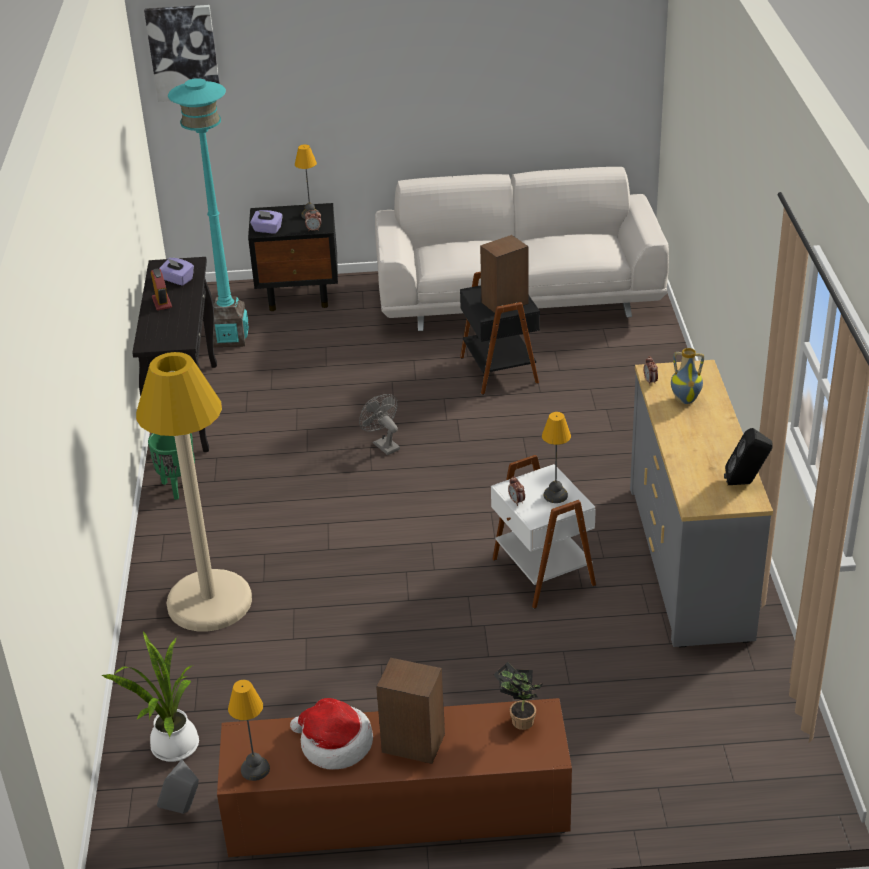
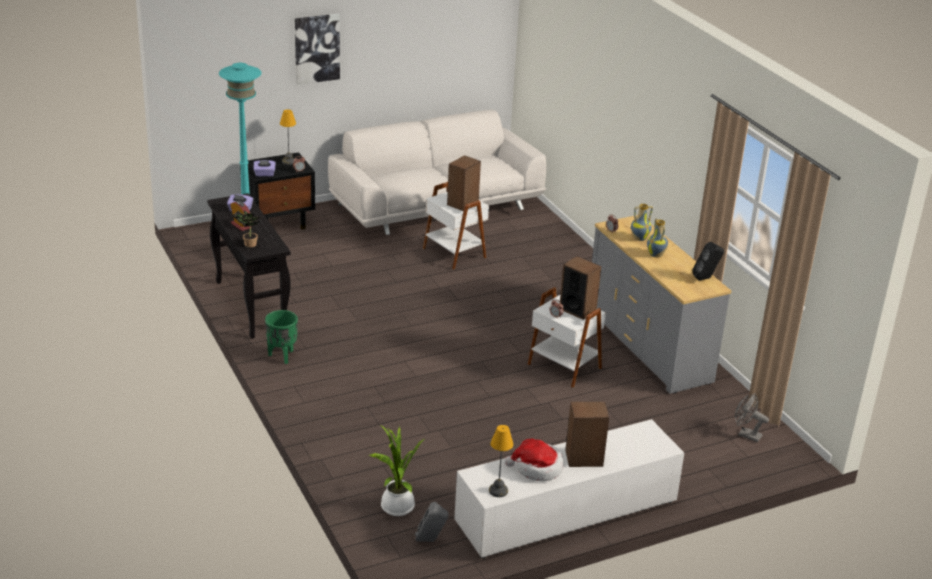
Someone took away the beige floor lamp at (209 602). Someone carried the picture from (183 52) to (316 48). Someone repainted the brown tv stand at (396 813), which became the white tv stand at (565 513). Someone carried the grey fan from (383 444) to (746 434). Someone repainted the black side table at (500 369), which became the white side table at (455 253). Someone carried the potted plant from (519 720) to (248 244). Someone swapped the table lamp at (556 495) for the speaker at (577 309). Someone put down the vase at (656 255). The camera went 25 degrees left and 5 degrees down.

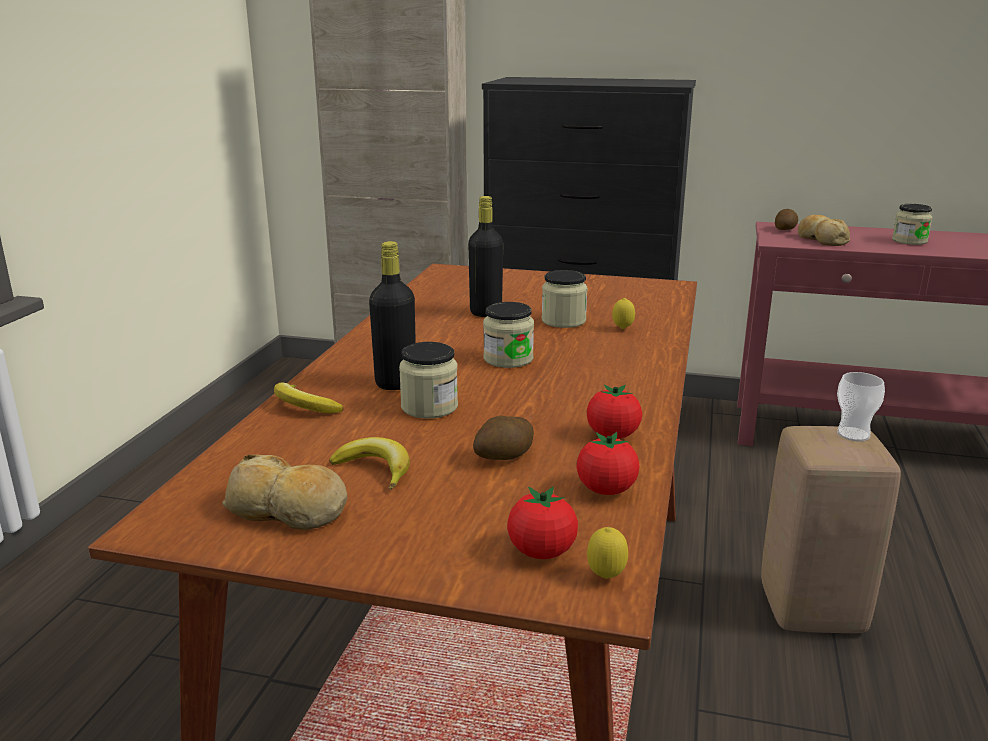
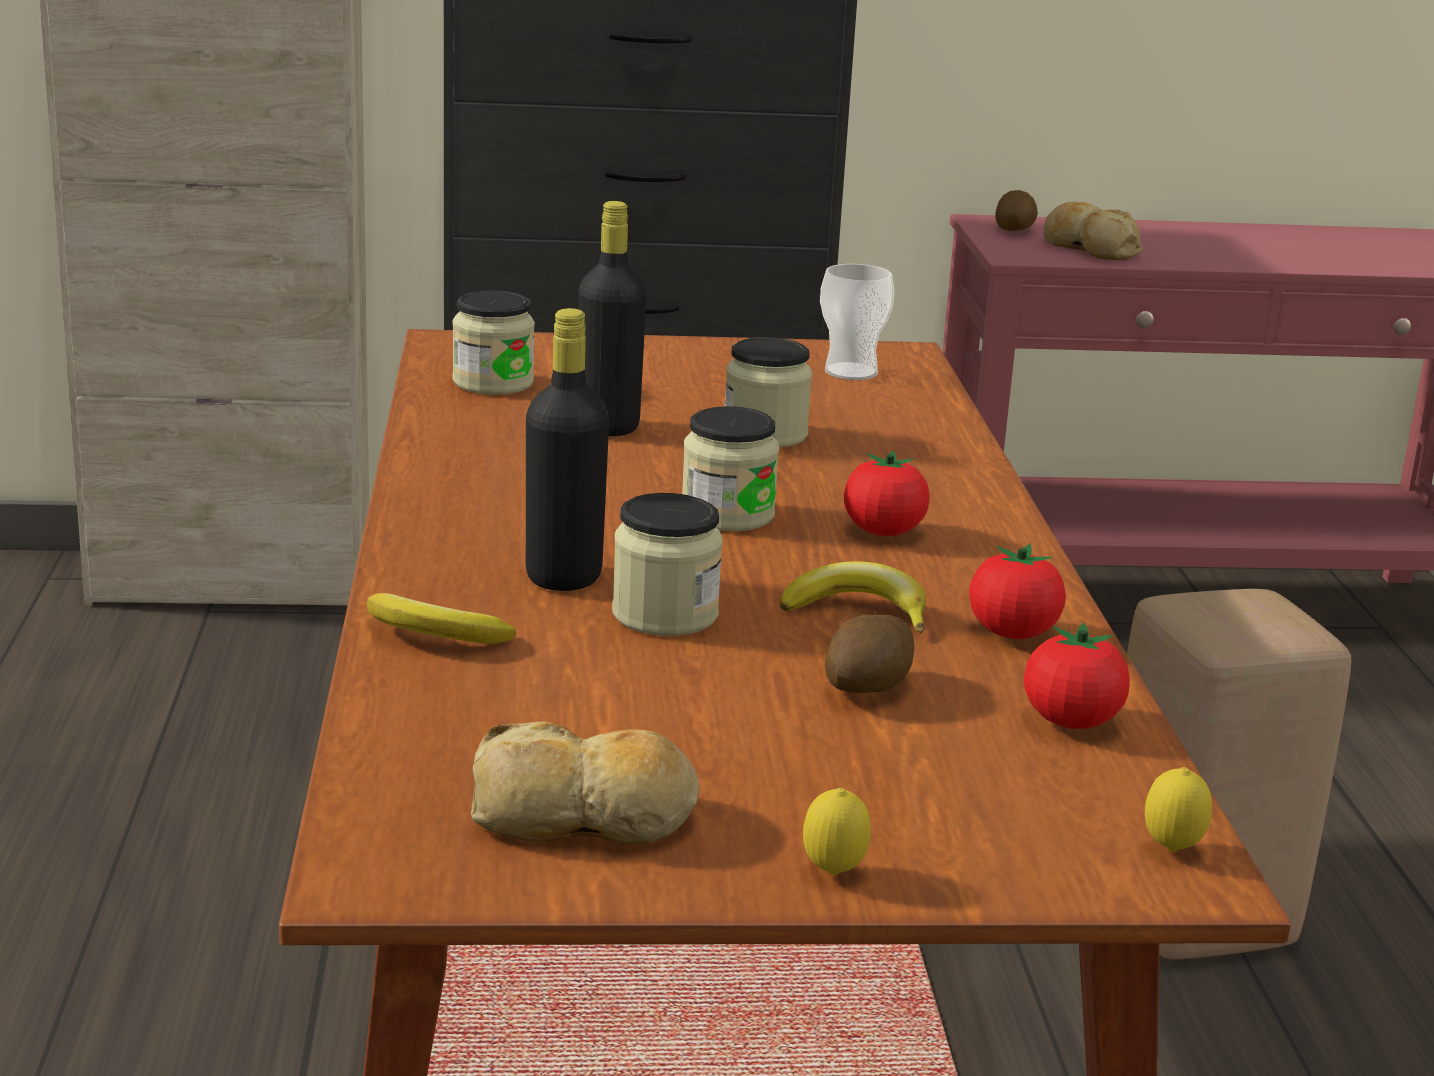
Someone carried the banana from (375 470) to (858 612). Someone carried the tomato from (541 552) to (883 532). Someone carried the lemon from (622 329) to (833 874). Someone carried the cup from (853 434) to (851 372). Someone carried the jar from (909 241) to (493 383). The camera went 20 degrees left and 0 degrees up.

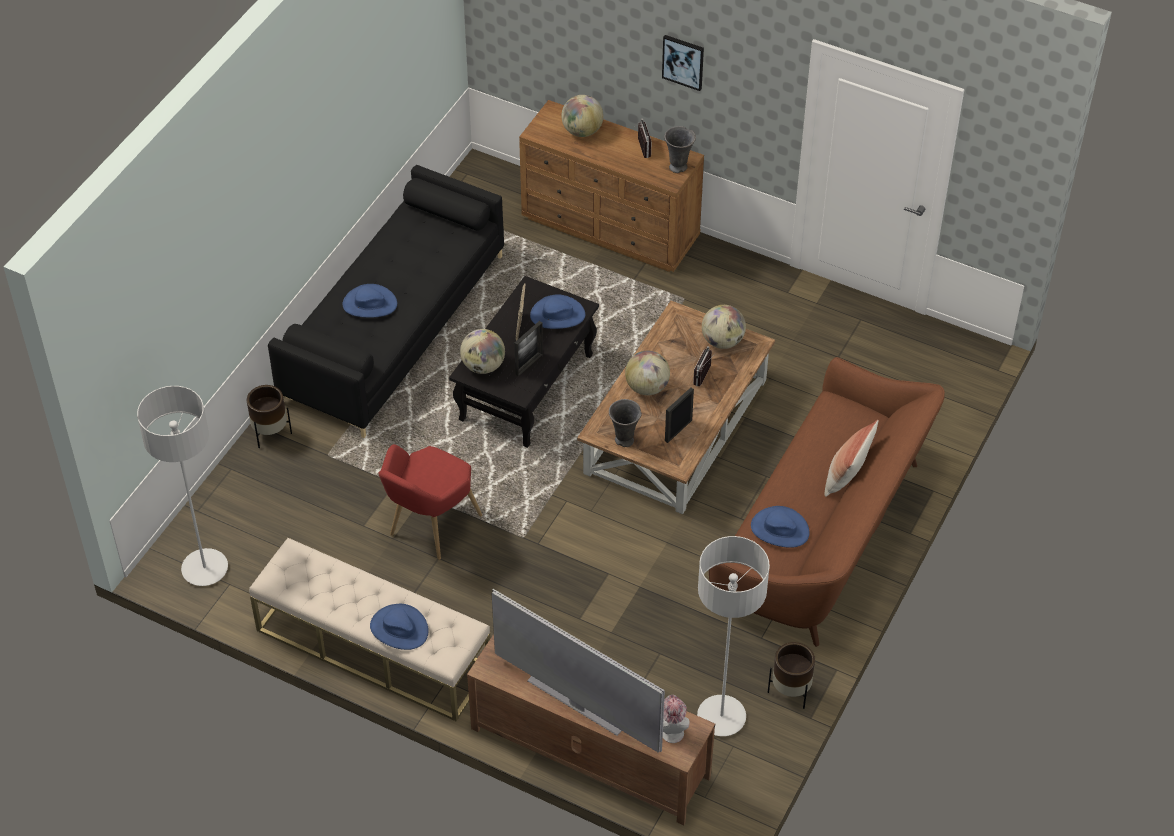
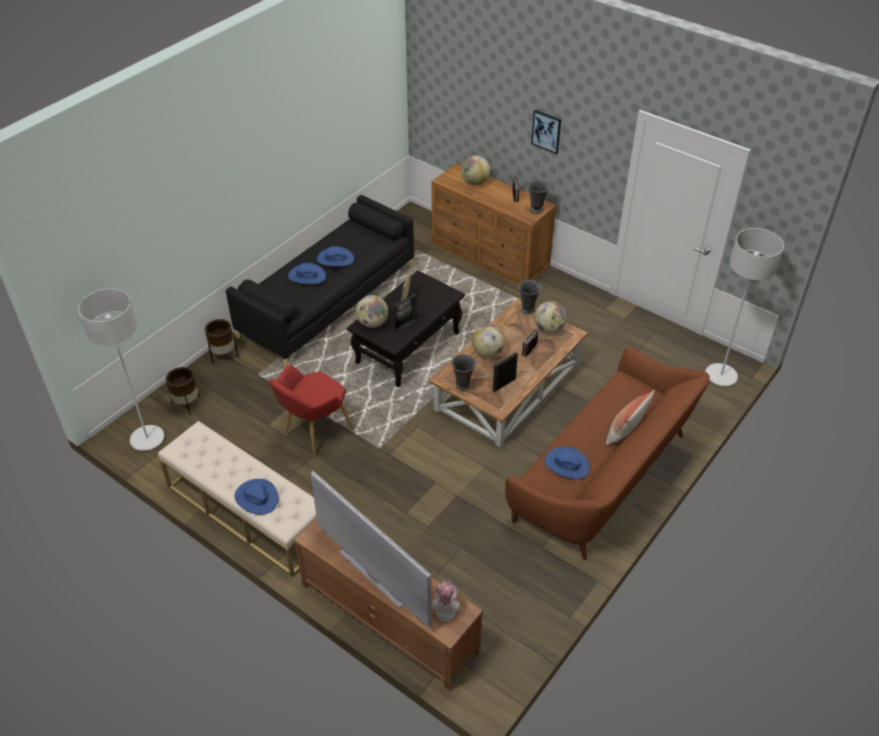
Someone carried the blue hat from (557 315) to (335 259). Someone carried the grey floor lamp from (721 717) to (721 376). Someone carried the brown planter from (790 692) to (187 405). Someone put down the grey vase at (528 310). The camera went 10 degrees right and 5 degrees down.

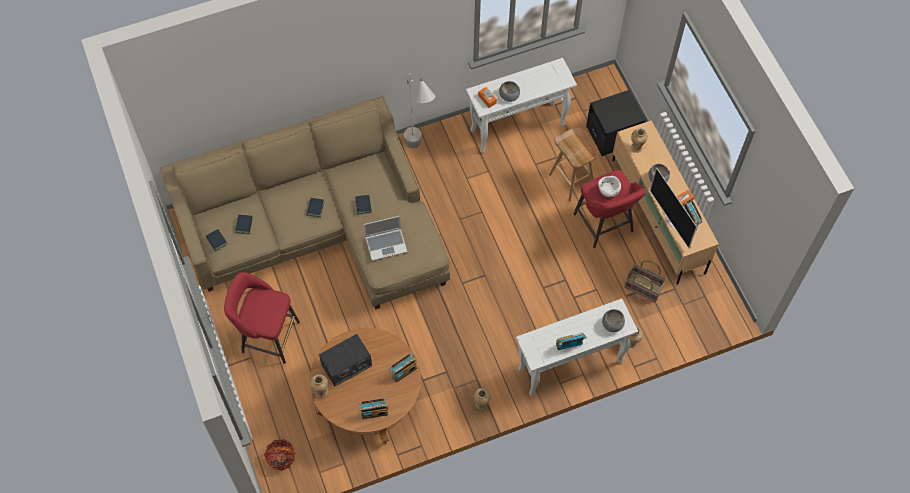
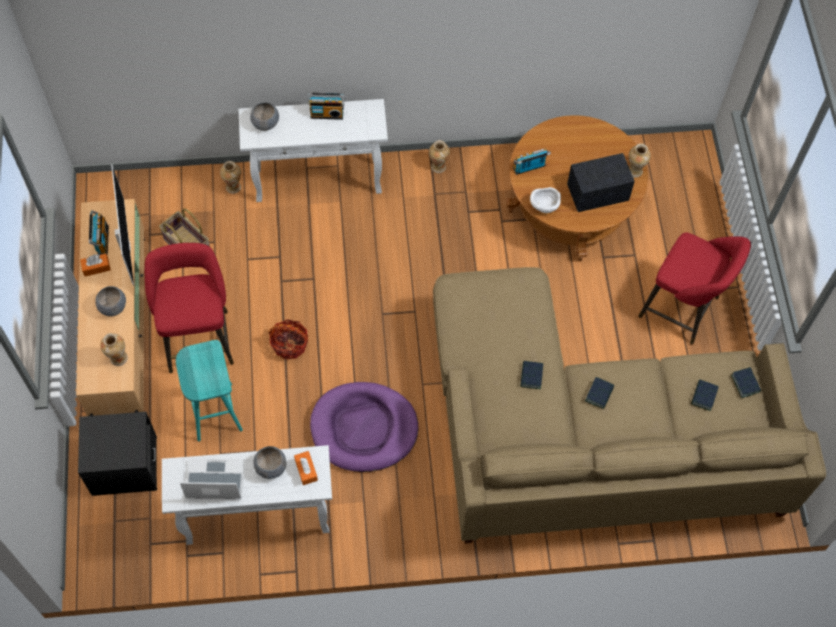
Someone carried the basket from (281 458) to (290 344). Someone took away the radio at (374 412). Someone carried the laptop from (386 244) to (214 481). Someone took away the grey floor lamp at (419 152). Someone repainted the brown stool at (572 181), which became the turquoise stool at (214 411). Someone carried the white bowl from (608 191) to (544 207). Someone put down the purple dog bed at (364 429). The camera went 165 degrees left and 0 degrees up.

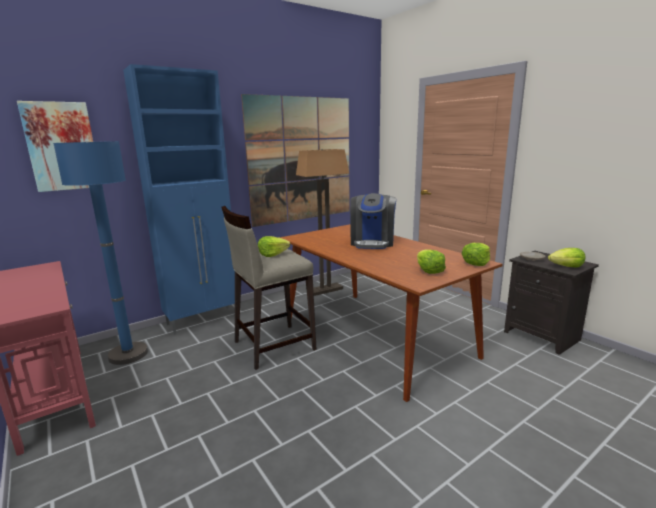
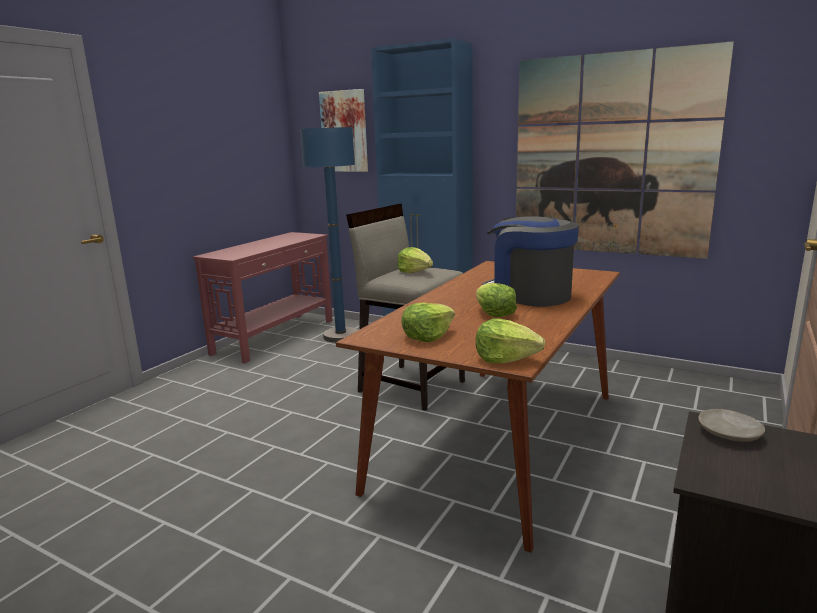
Someone took away the floor lamp at (325 290). Someone rotated the coffee machine at (372 242) by 60 degrees clockwise. Someone carried the lettuce from (566 266) to (494 313). The camera went 65 degrees right and 0 degrees up.

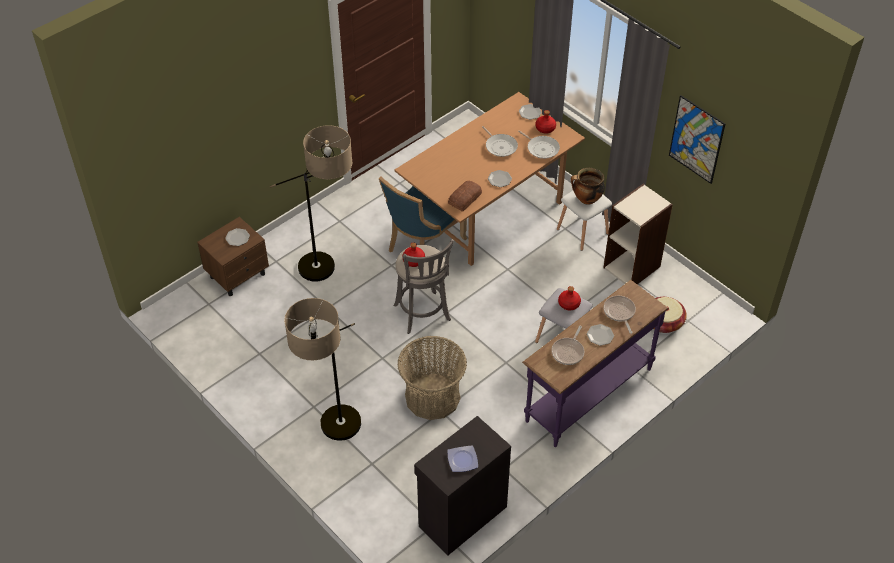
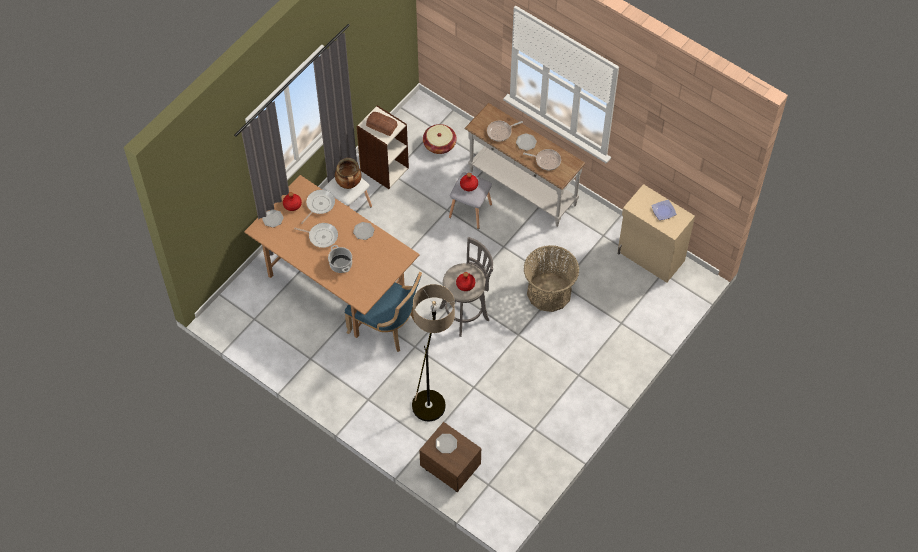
Someone took away the floor lamp at (333 436). Someone repainted the black cabinet at (461 516), which became the beige cabinet at (650 257). Someone carried the bread from (465 199) to (381 125). Someone rotated the frying pan at (500 146) by 60 degrees clockwise. Someone repainted the purple console table at (587 394), which became the white console table at (522 189). Someone took away the picture at (696 139). Someone put down the cooking pot at (341 264). The camera went 100 degrees left and 10 degrees up.

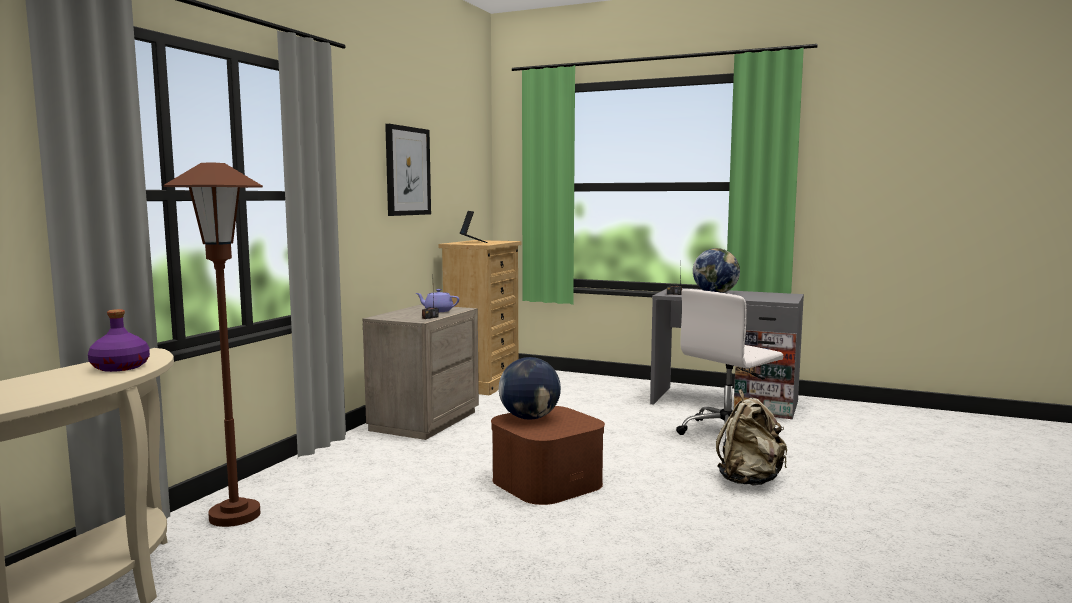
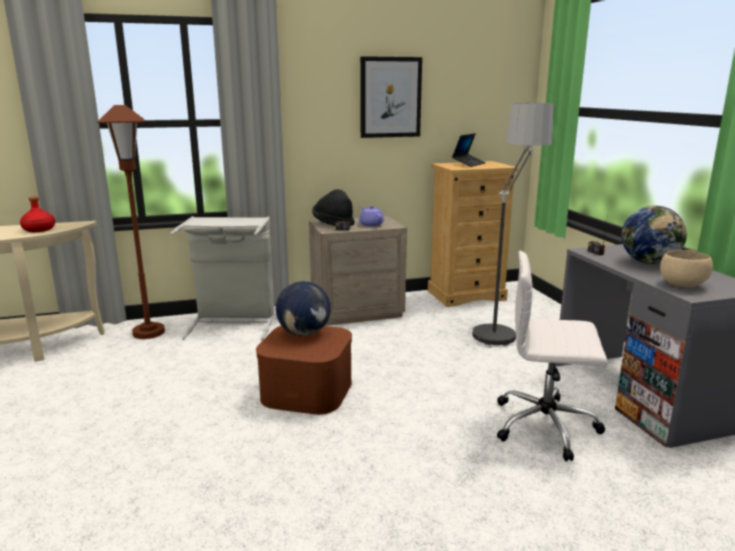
Someone repainted the purple bottle at (121 367), which became the red bottle at (39 230). Someone took away the beige backpack at (749 480). Someone put down the grey laundry basket at (233 323). Someone put down the black hat at (333 223). Someone put down the floor lamp at (502 325). Someone put down the beige bowl at (681 285). The camera went 50 degrees right and 10 degrees up.

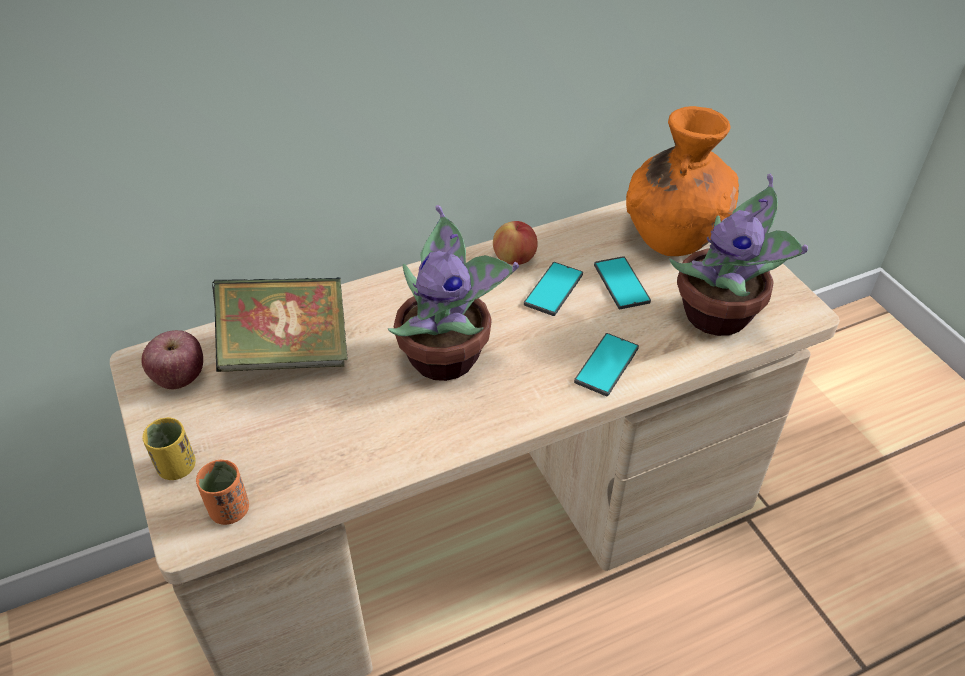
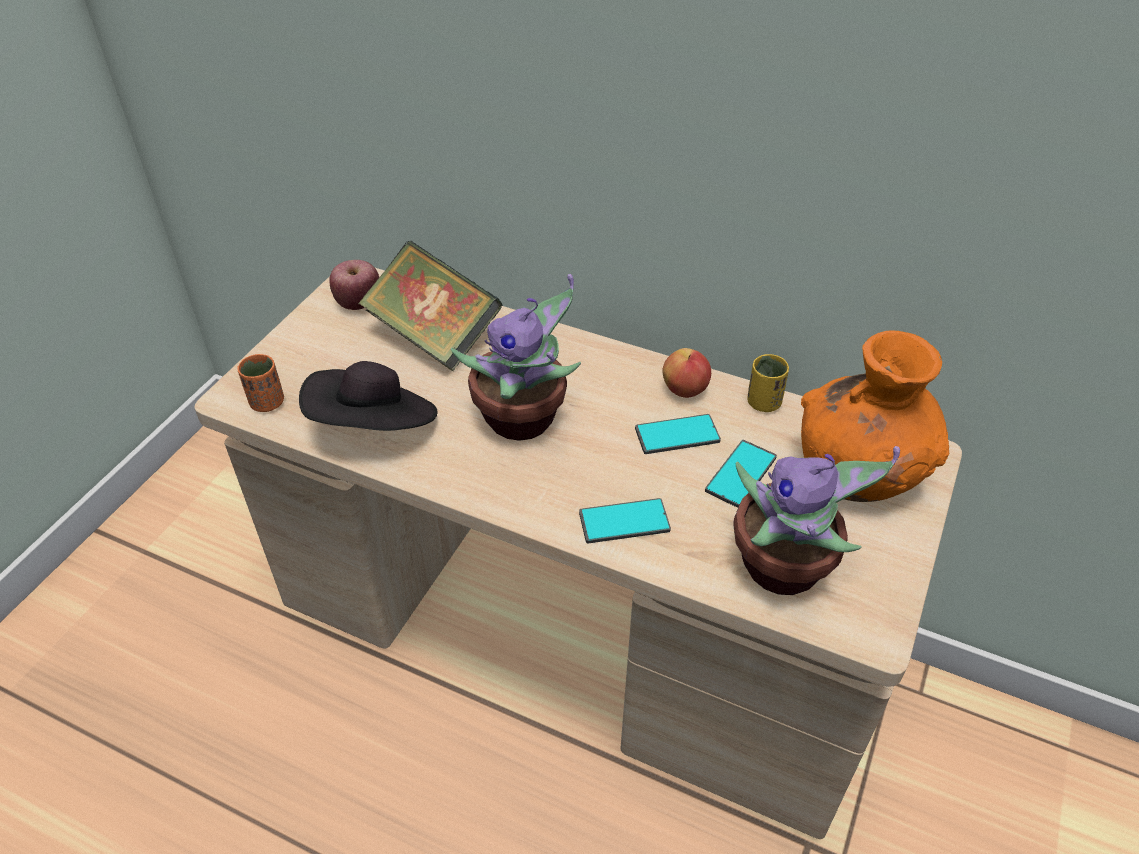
Someone carried the yellow cup from (177 467) to (763 403). Someone put down the black hat at (374 426). The camera went 50 degrees right and 0 degrees up.

